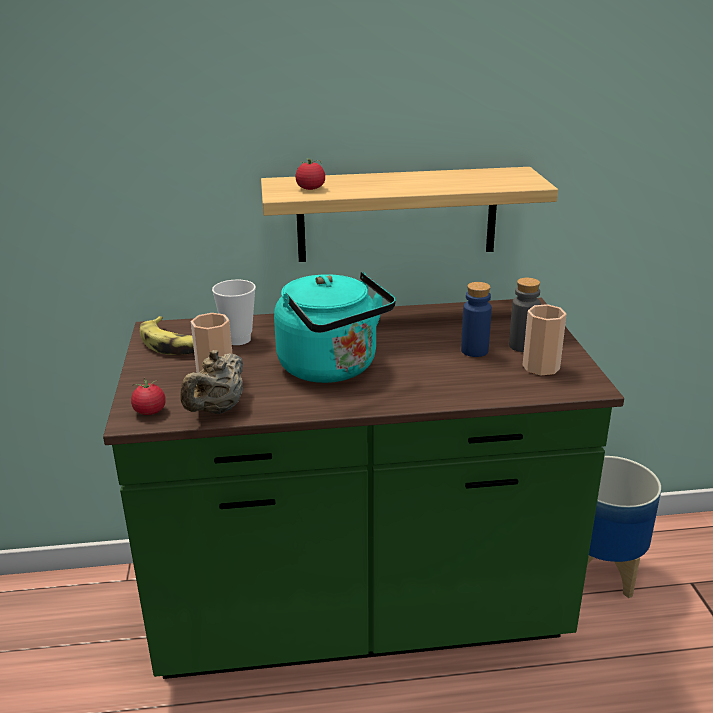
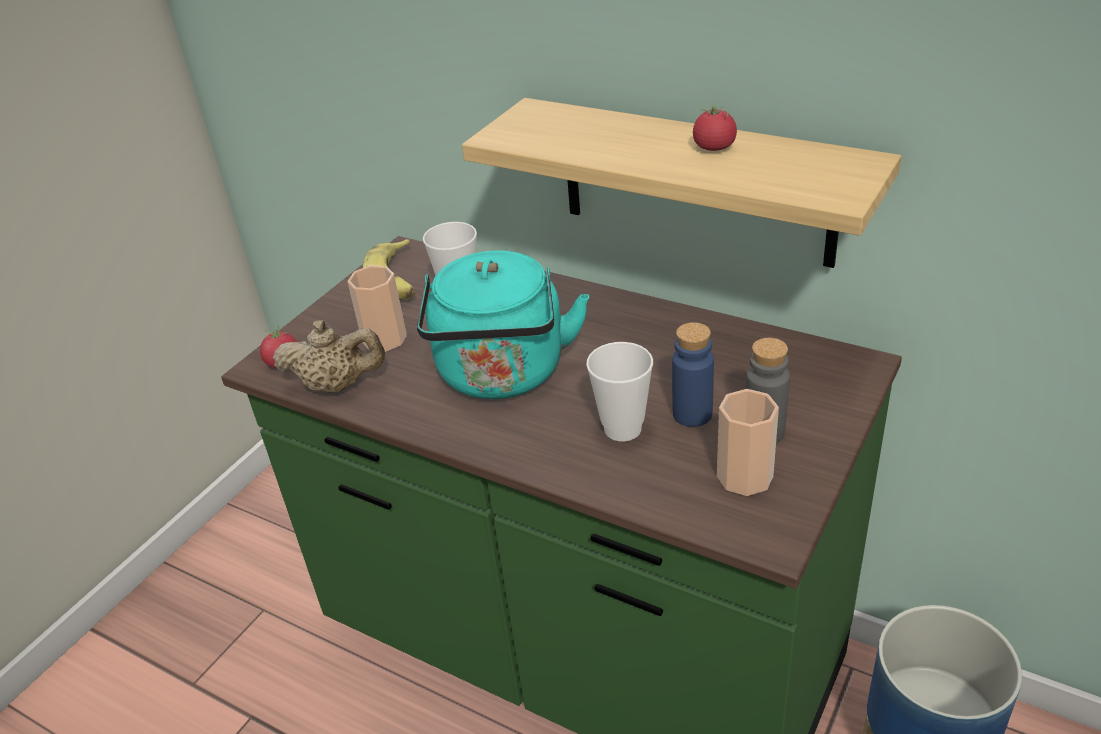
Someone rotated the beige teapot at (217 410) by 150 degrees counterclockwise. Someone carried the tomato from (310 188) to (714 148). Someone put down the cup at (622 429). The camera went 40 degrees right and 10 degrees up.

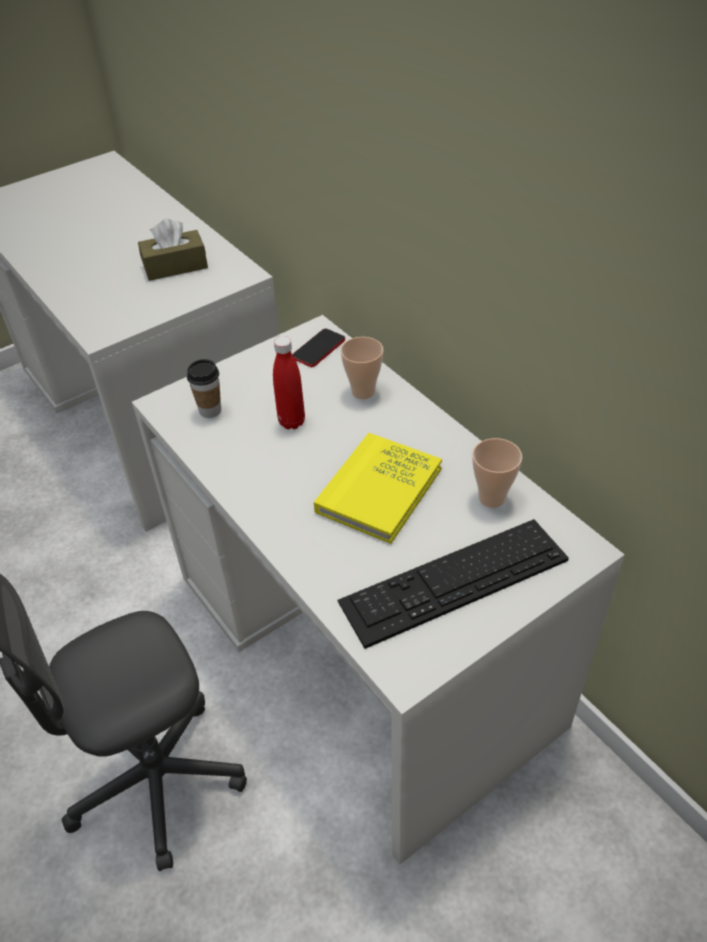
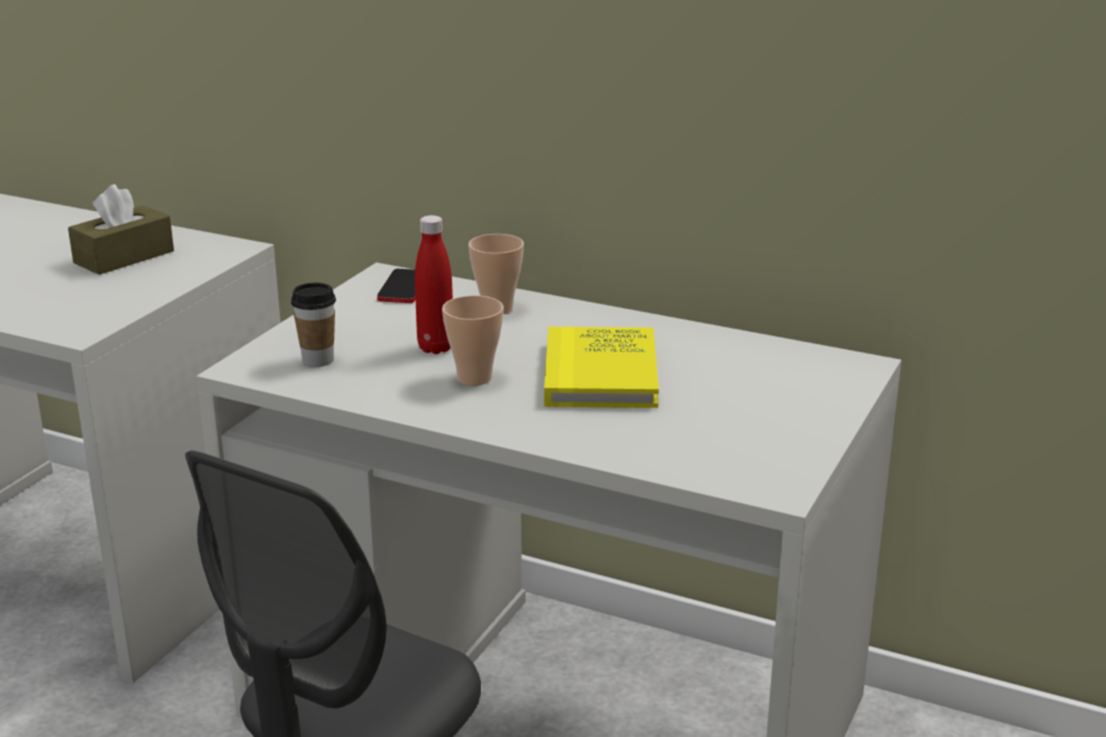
Someone took away the keyboard at (454 580). Someone carried the cup from (492 498) to (474 378). The camera went 30 degrees left and 20 degrees down.

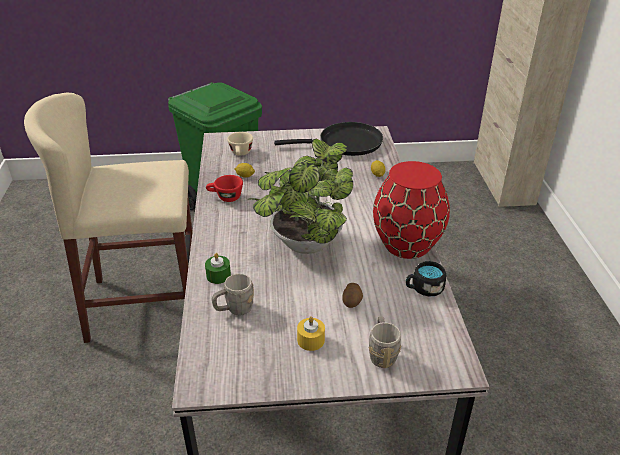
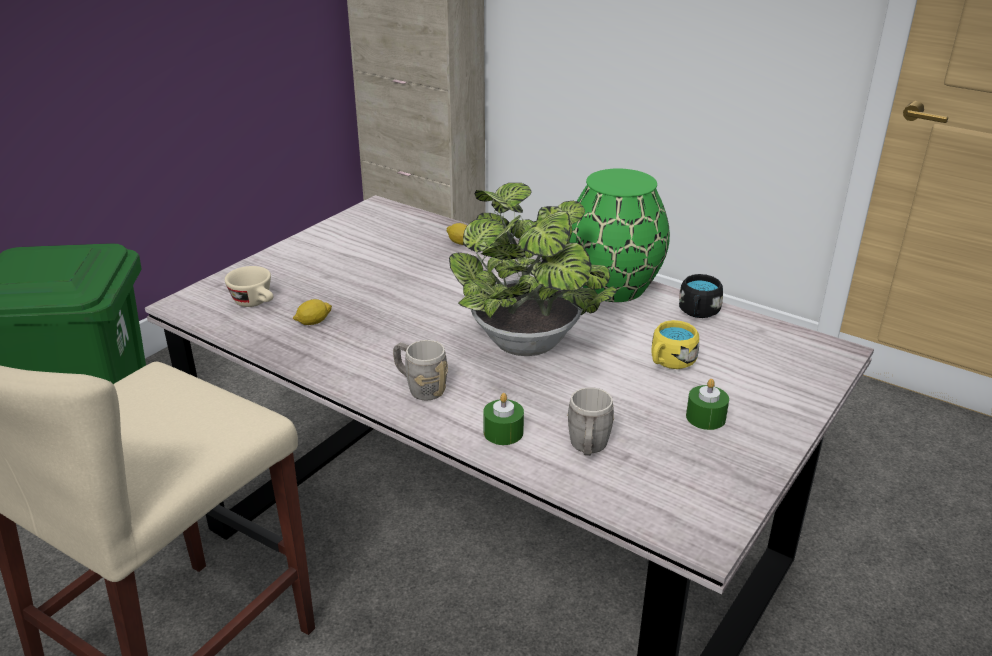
Someone took away the red cup at (225 197). Someone took away the black frying pan at (345 143). Someone repainted the yellow candle at (311 340), which became the green candle at (705 417). Someone swapped the potato at (352 301) for the yellow mug at (669 362). Someone carried the grey mug from (382 353) to (420 387). Someone repainted the red vase at (408 244), which became the green vase at (613 286). The camera went 50 degrees left and 5 degrees down.

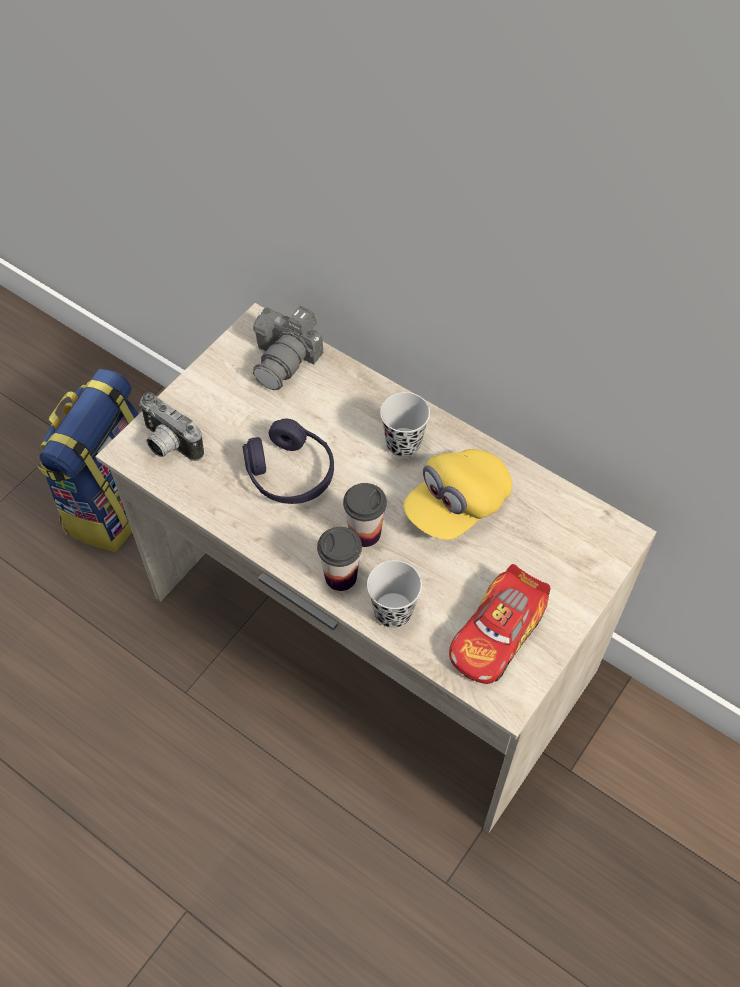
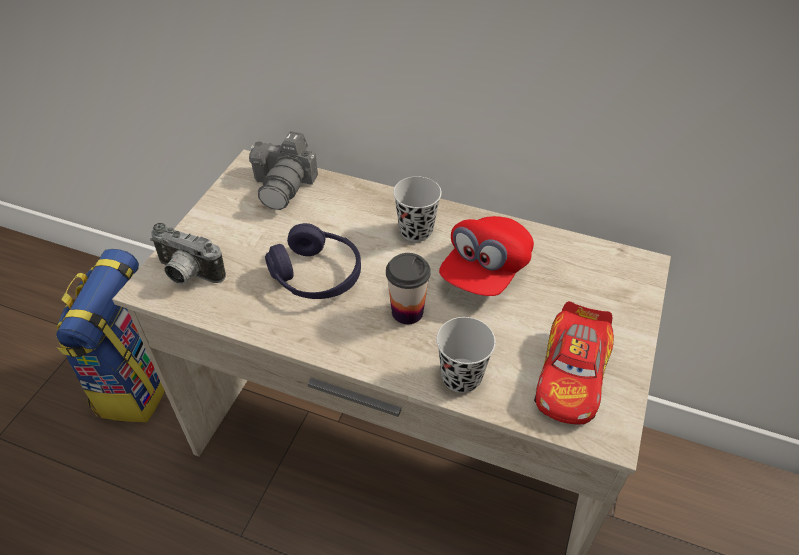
Someone took away the cup at (340 576). Someone repainted the yellow cap at (456 506), which became the red cap at (485 271). The camera went 15 degrees left and 10 degrees down.

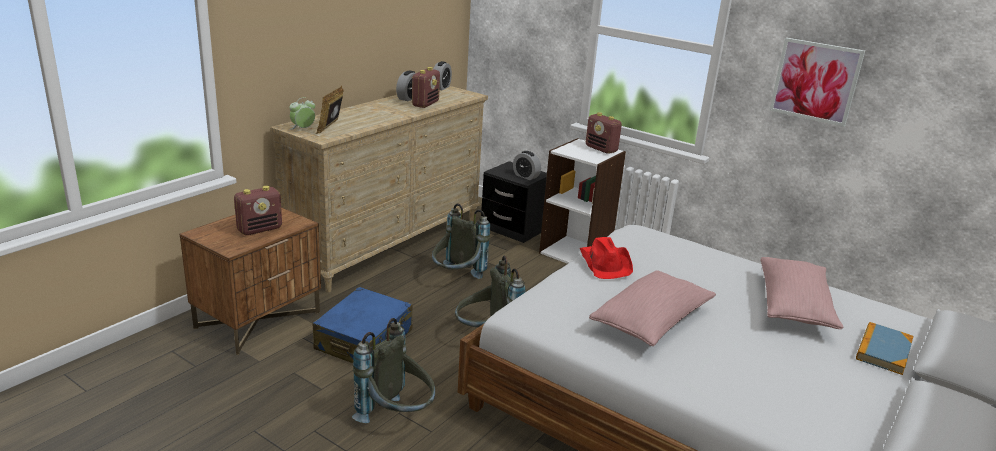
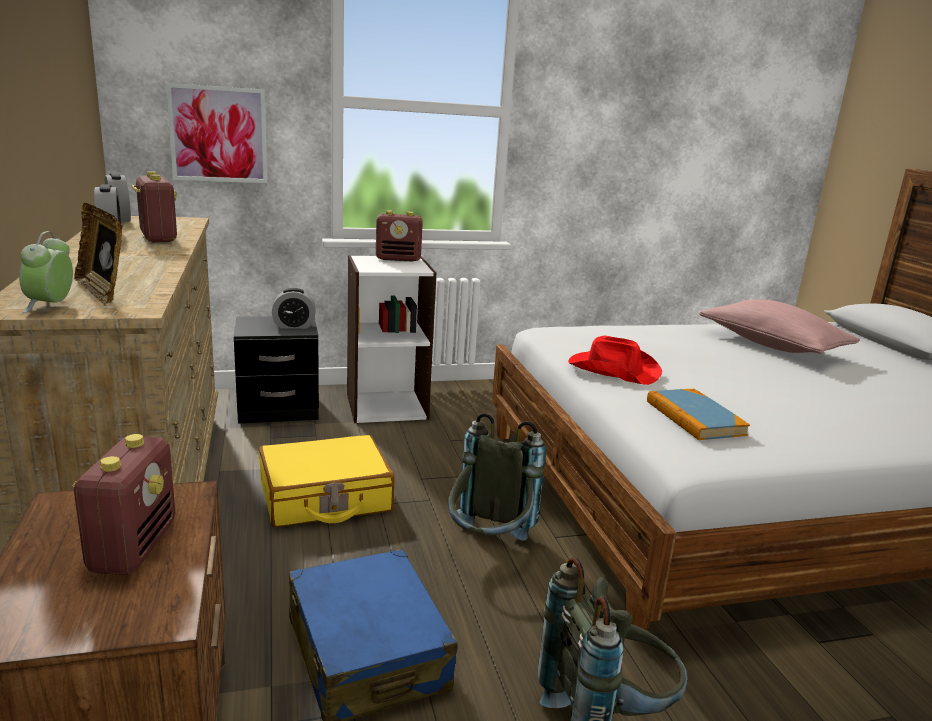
Someone swapped the grey backpack at (456 279) for the yellow suitcase at (325 497). Someone took away the pink pillow at (651 322). Someone carried the picture from (815 81) to (218 134). Someone carried the book from (883 350) to (694 418). The camera went 50 degrees left and 5 degrees down.

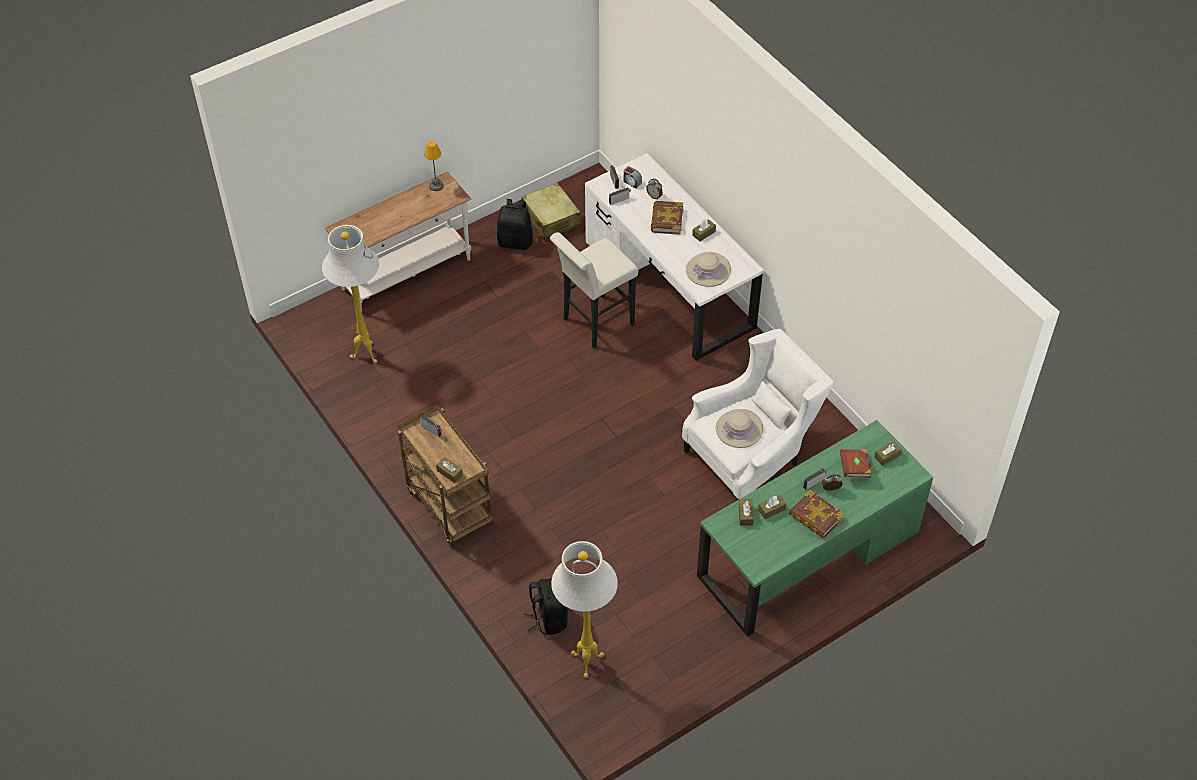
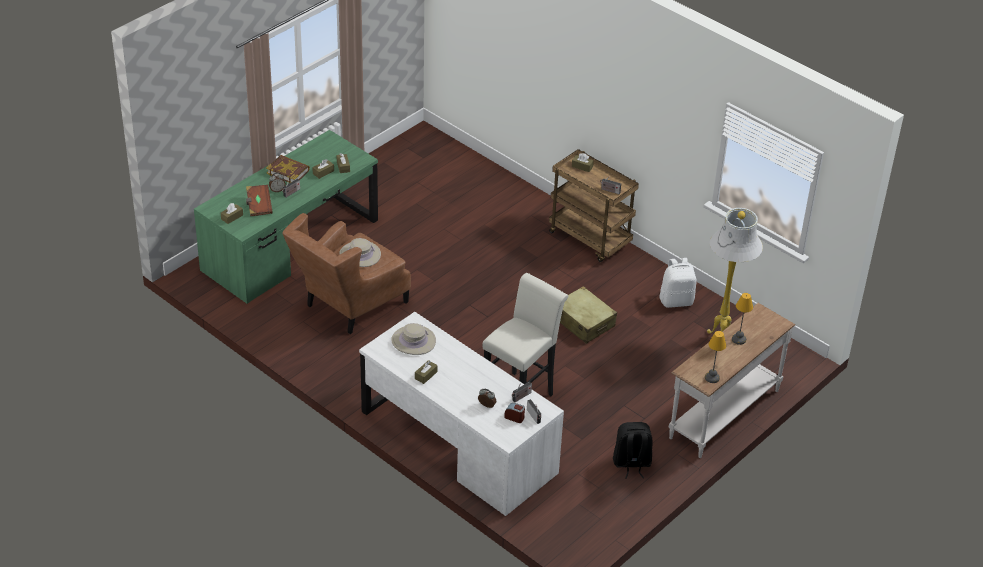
Someone carried the beige suitcase from (551 219) to (583 322). Someone took away the black backpack at (548 618). Someone took away the white floor lamp at (585 662). Someone took away the book at (666 220). Someone repainted the white armchair at (751 456), which became the brown armchair at (348 306). Someone put down the white backpack at (676 300). Someone put down the table lamp at (738 339). The camera went 165 degrees right and 10 degrees down.

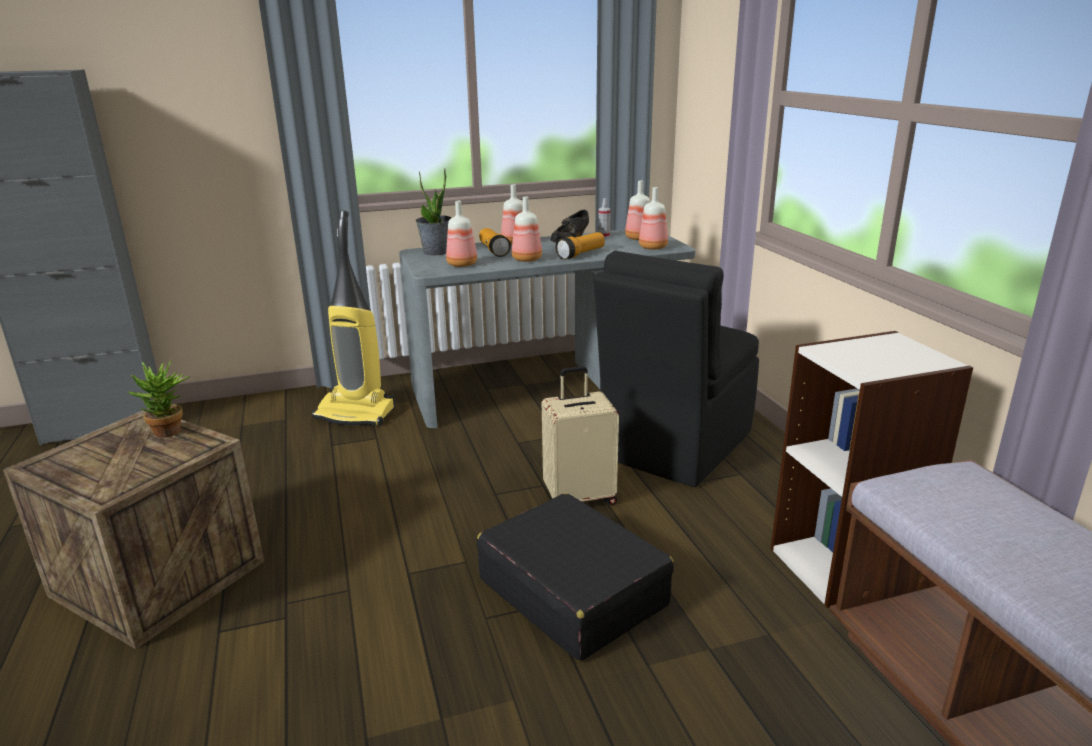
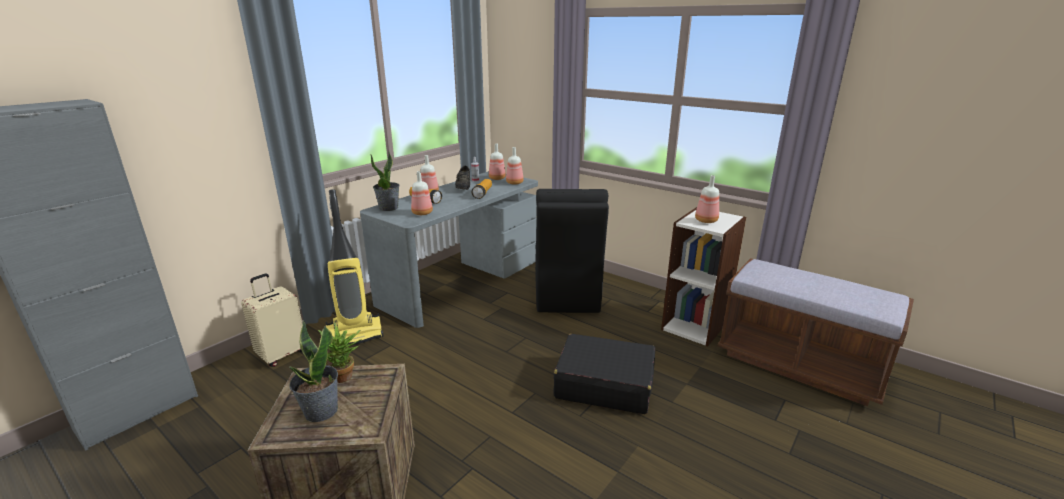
Someone carried the bottle from (526 259) to (706 221). Someone carried the beige suitcase from (579 497) to (282 354). Someone put down the potted plant at (320 411). The camera went 35 degrees left and 0 degrees up.

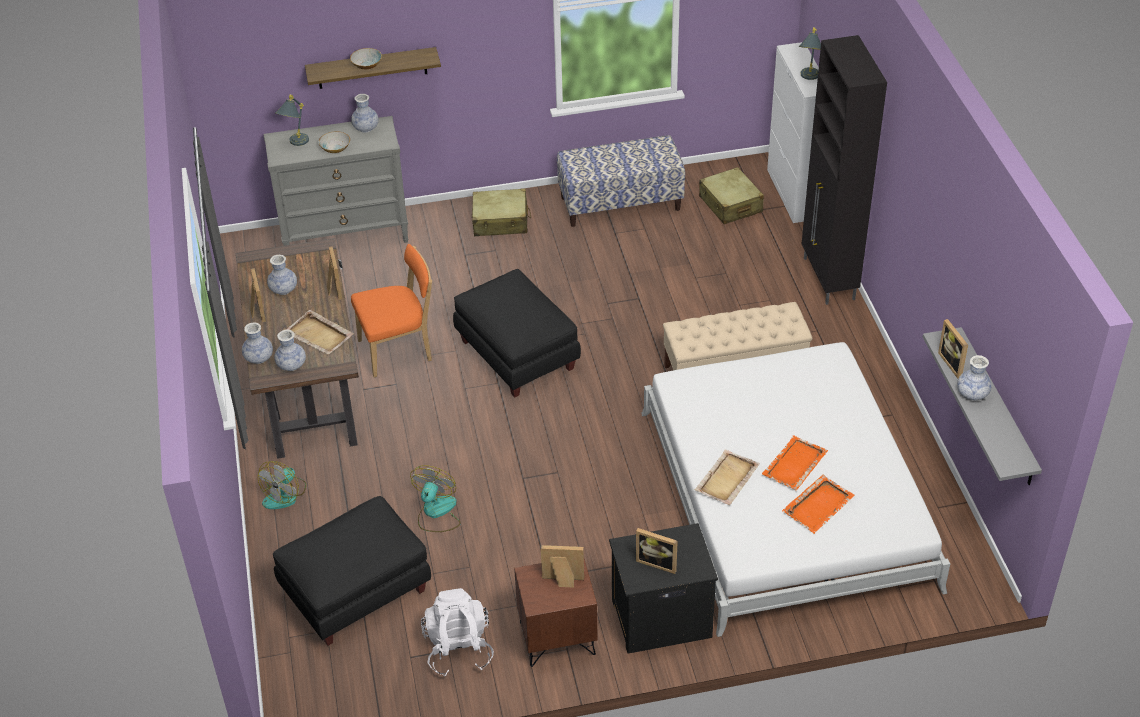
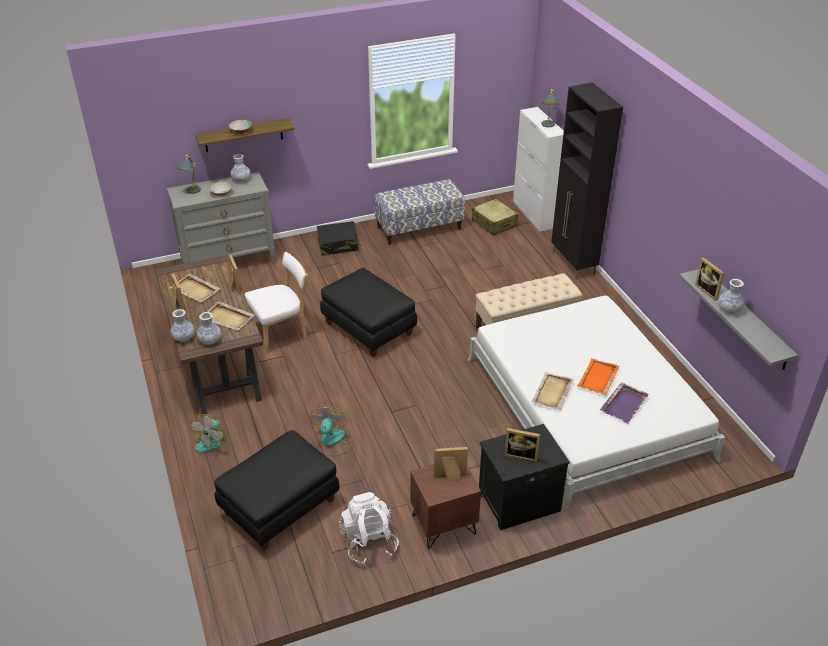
Someone swapped the vase at (283 289) for the beige tray at (195 290). Someone repainted the orange chair at (399 350), which became the white chair at (281 333). Someone repainted the beige suitcase at (500 221), which became the black suitcase at (338 245). Someone repainted the orange tray at (818 505), which became the purple tray at (624 404). The camera went 10 degrees left and 5 degrees down.

